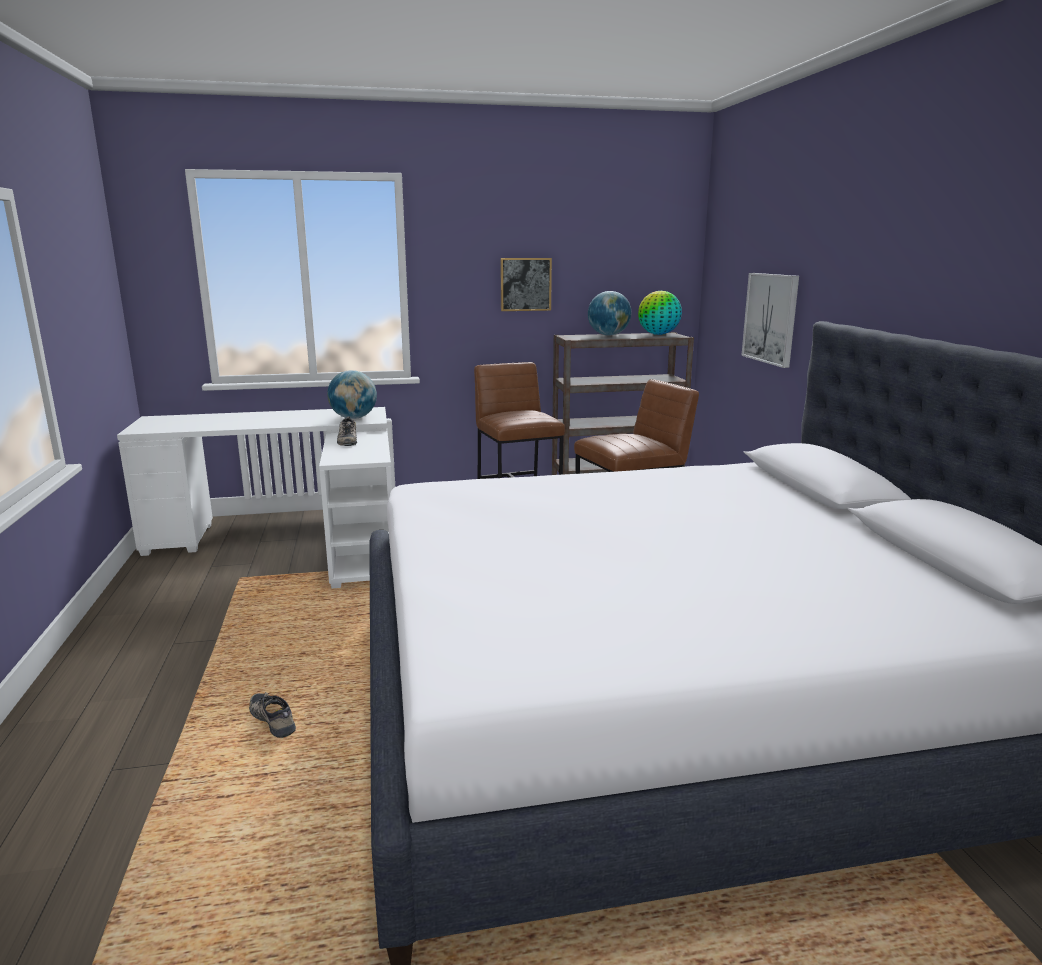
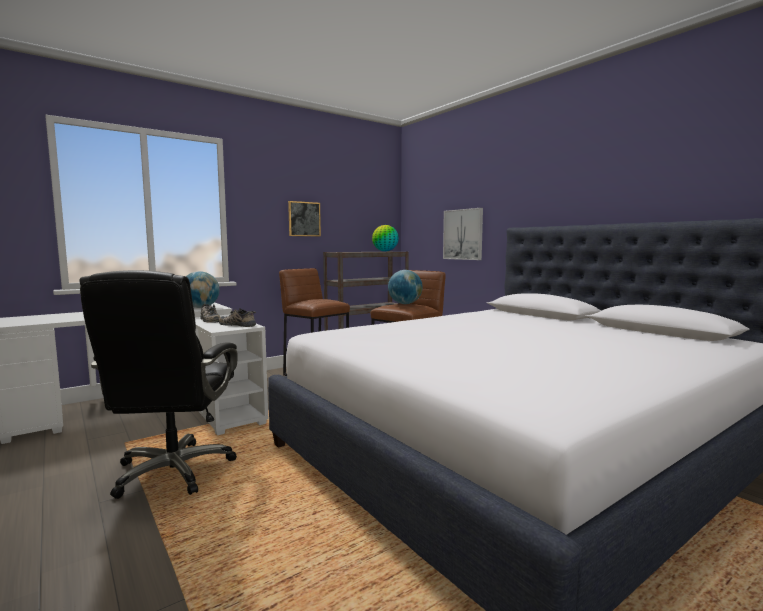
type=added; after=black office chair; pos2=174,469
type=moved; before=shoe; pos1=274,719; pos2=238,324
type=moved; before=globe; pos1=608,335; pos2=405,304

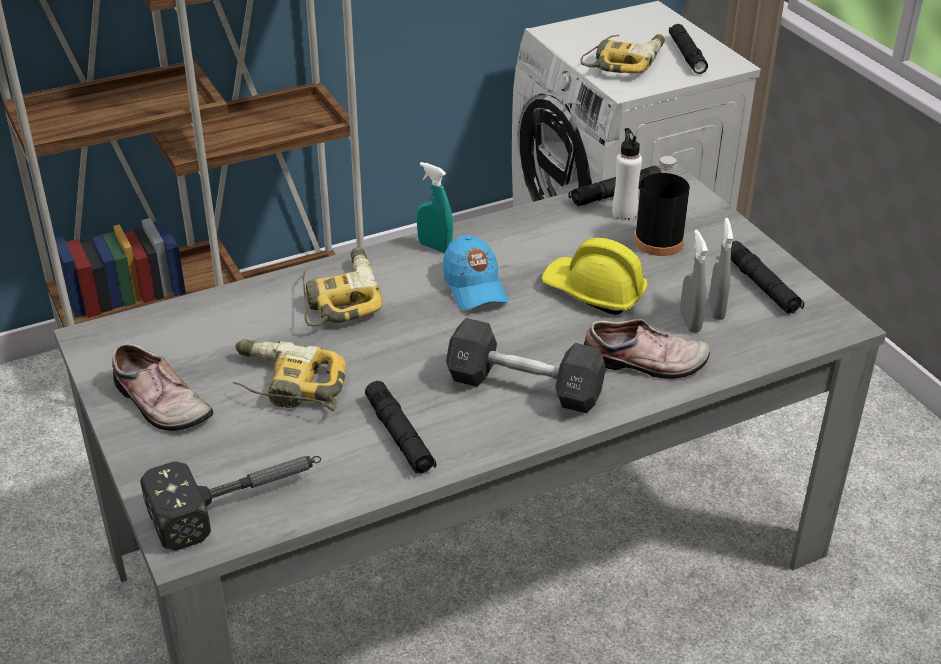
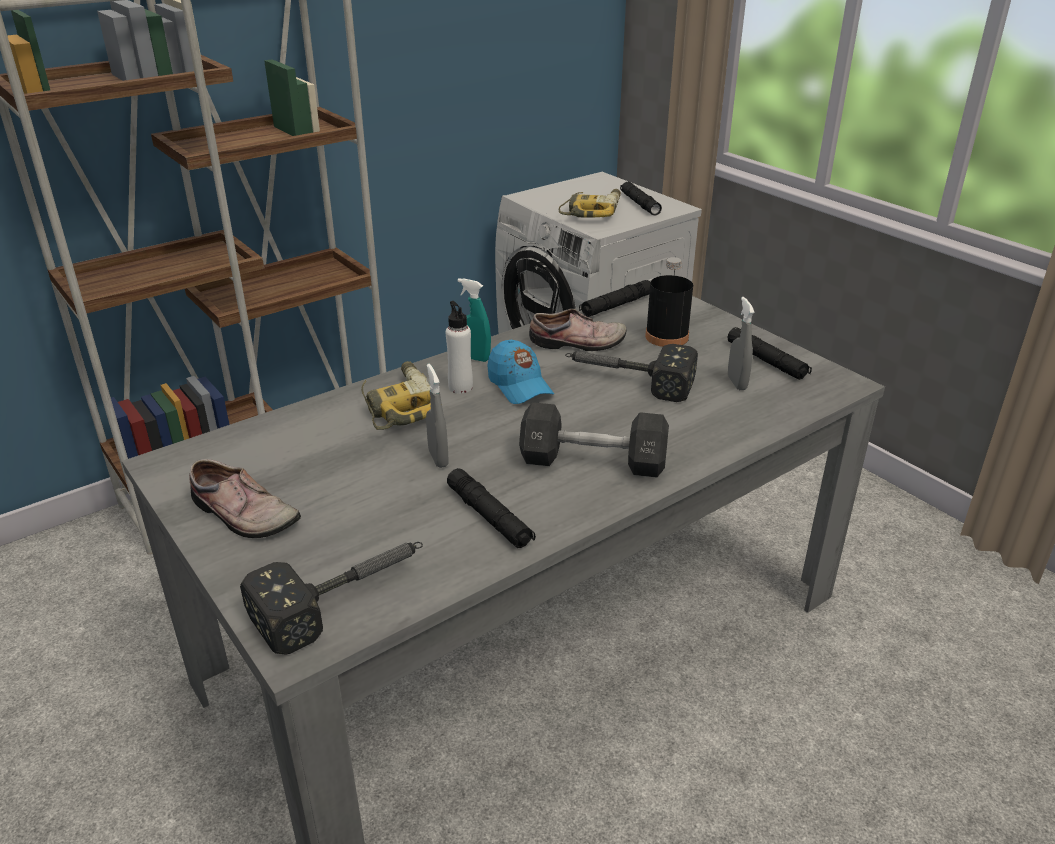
type=moved; before=grey spray bottle; pos1=690,322; pos2=438,458
type=moved; before=white bottle; pos1=624,213; pos2=460,387
type=moved; before=shoe; pos1=646,363; pos2=578,343
type=replaced; before=yellow hard hat; after=hammer; pos1=594,292; pos2=626,379
type=removed; before=power drill; pos1=286,386

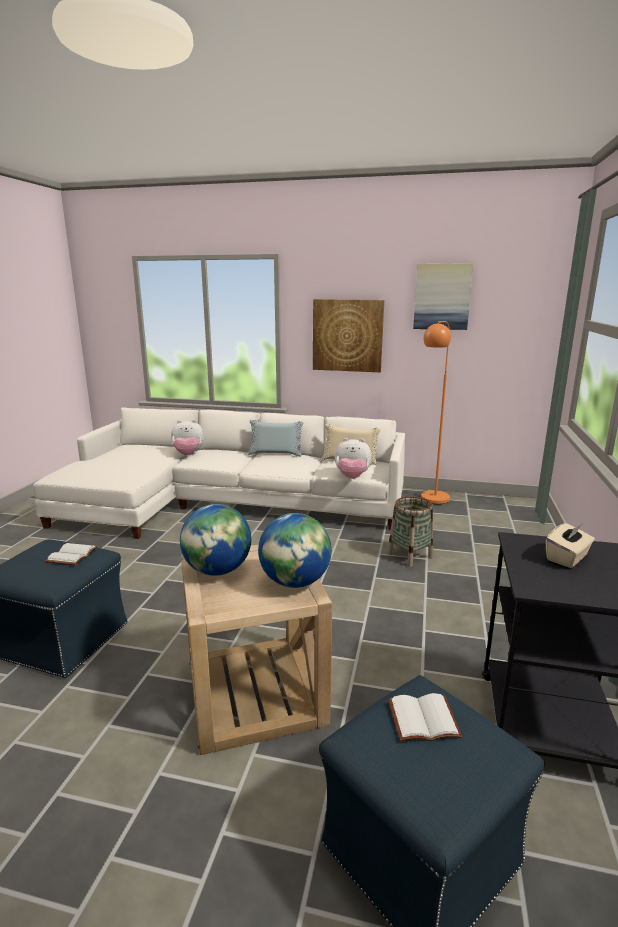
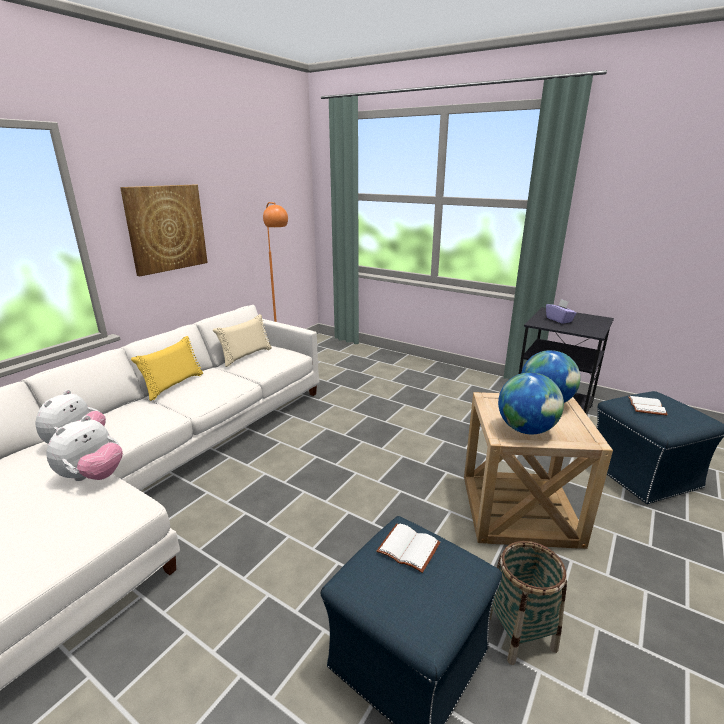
type=moved; before=plush toy; pos1=352,478; pos2=93,476
type=recoloured; before=blue pillow; after=yellow pillow; pos1=275,454; pos2=173,385
type=moved; before=basket; pos1=410,556; pos2=519,633
type=recoloured; before=beige tissue box; after=purple tissue box; pos1=567,558; pos2=559,320
type=removed; before=picture; pos1=442,297

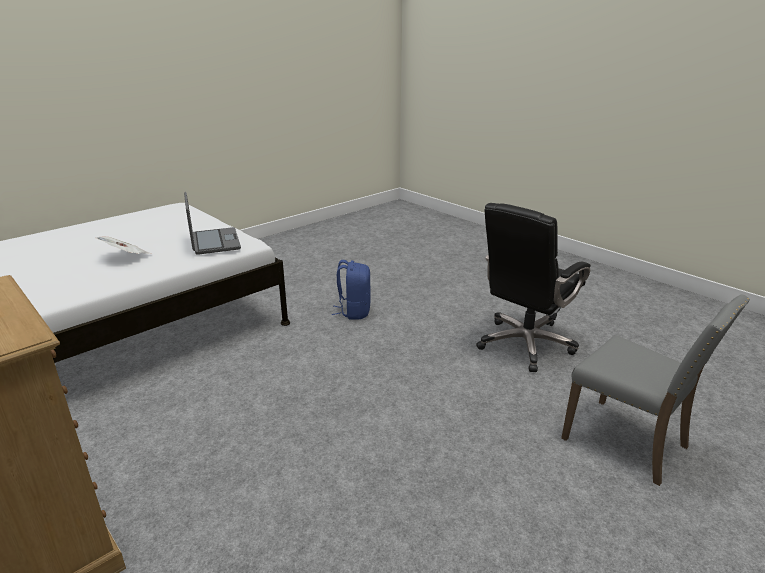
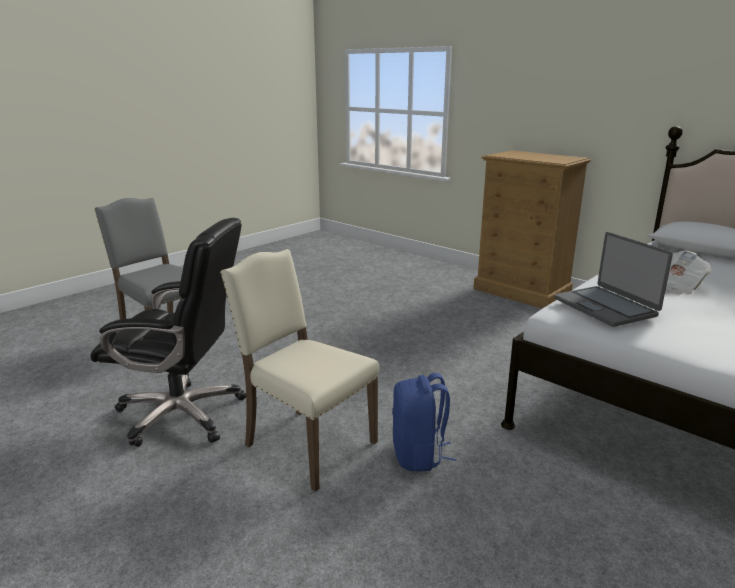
type=turned; before=black office chair; pos1=525,344; pos2=182,414; turn=60
type=added; after=beige chair; pos2=306,444

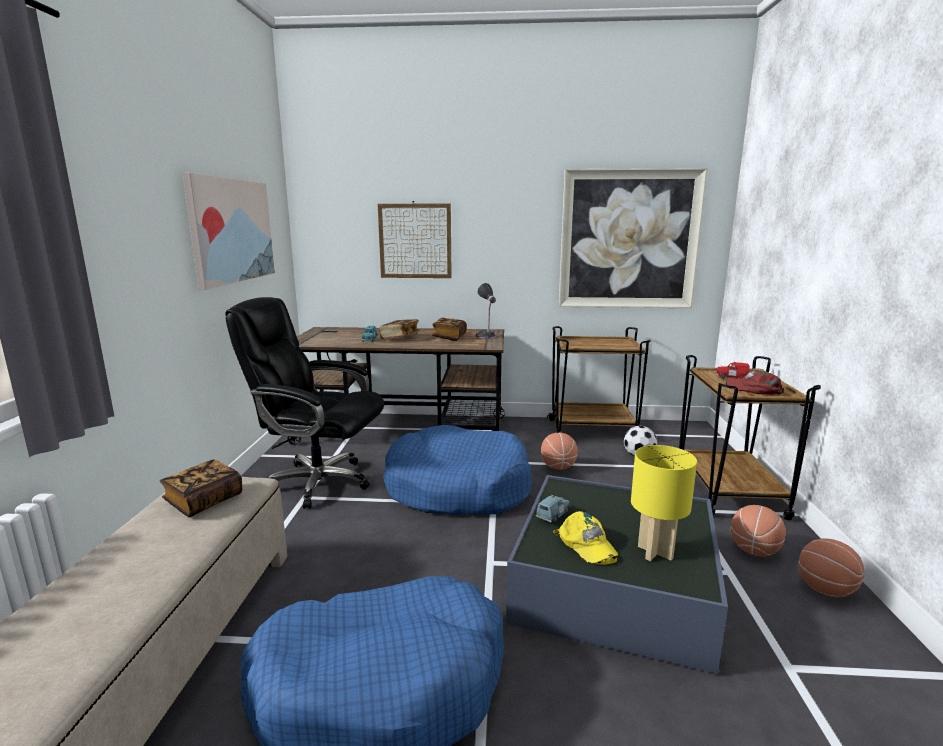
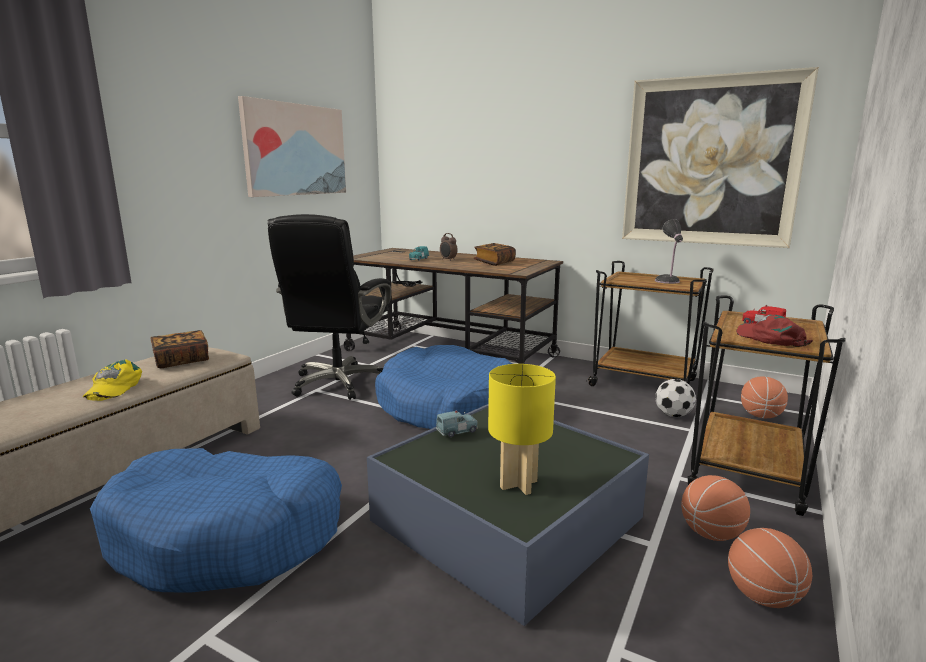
type=moved; before=yellow cap; pos1=586,545; pos2=113,387
type=turned; before=black office chair; pos1=321,482; pos2=339,382; turn=-120
type=replaced; before=book; after=alarm clock; pos1=400,338; pos2=448,260
type=moved; before=table lamp; pos1=485,336; pos2=667,281
type=moved; before=basketball; pos1=558,467; pos2=760,416
type=removed; before=picture; pos1=415,240

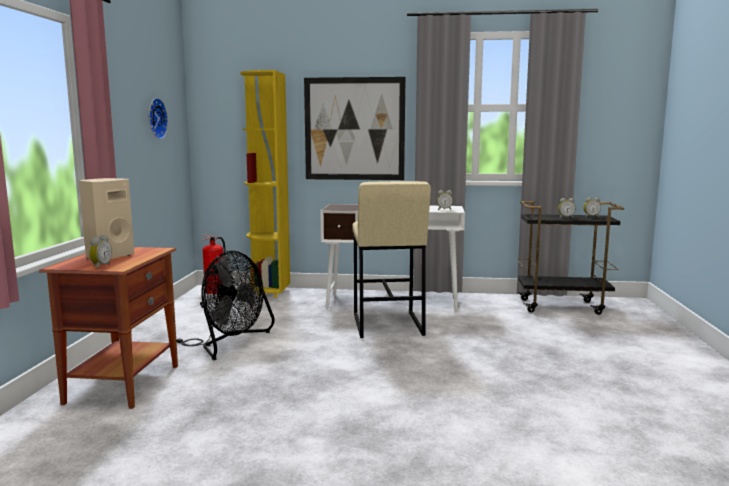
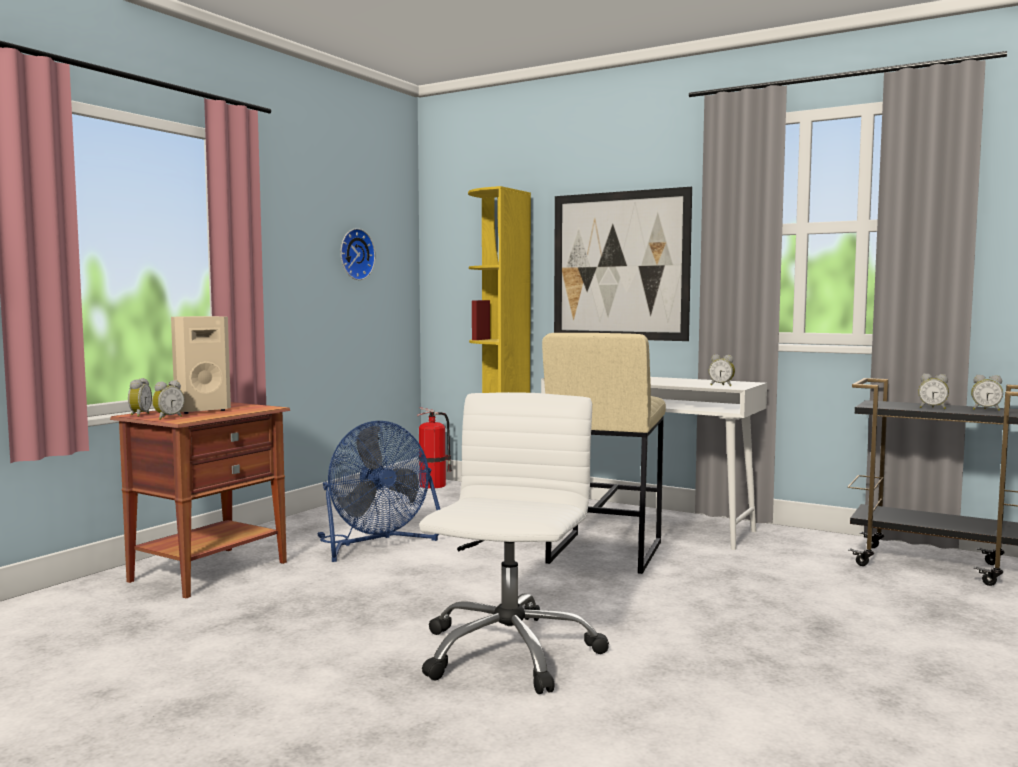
type=added; after=alarm clock; pos2=139,415
type=recoloured; before=black fan; after=blue fan; pos1=227,343; pos2=371,545
type=added; after=white office chair; pos2=509,652

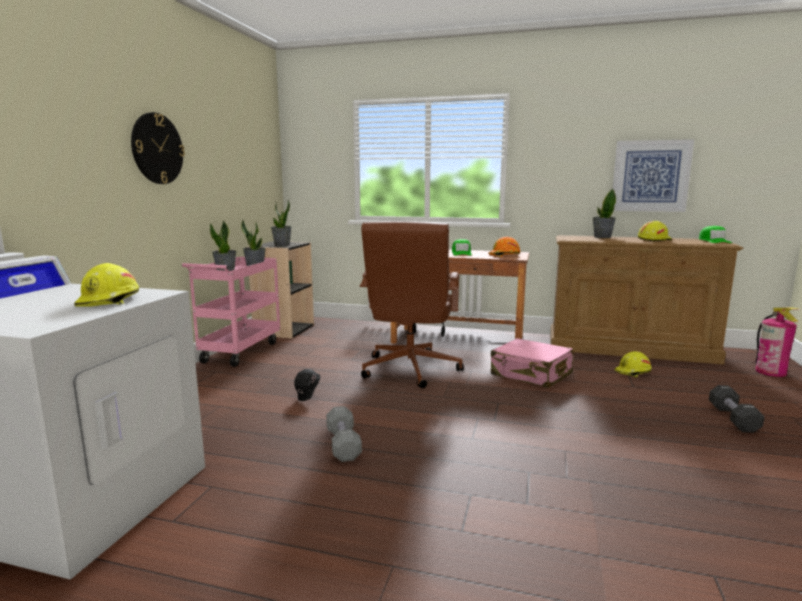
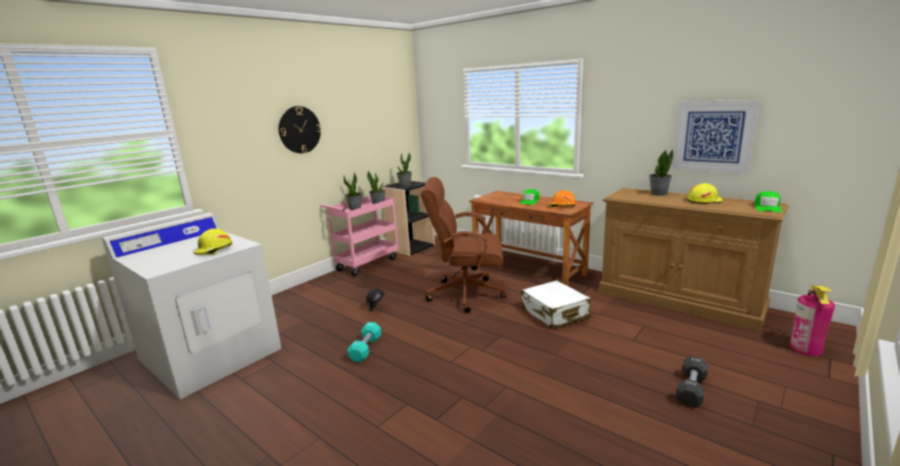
type=recoloured; before=grey dumbbell; after=turquoise dumbbell; pos1=343,444; pos2=366,349
type=turned; before=brown office chair; pos1=410,368; pos2=466,294; turn=60
type=recoloured; before=pink suitcase; after=white suitcase; pos1=531,374; pos2=554,314
type=removed; before=yellow hard hat; pos1=633,372

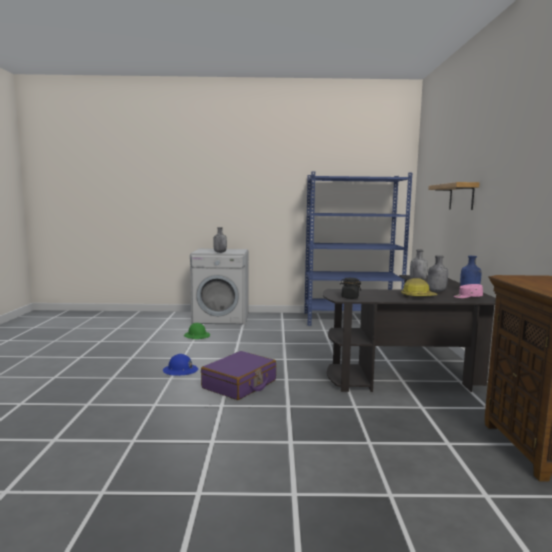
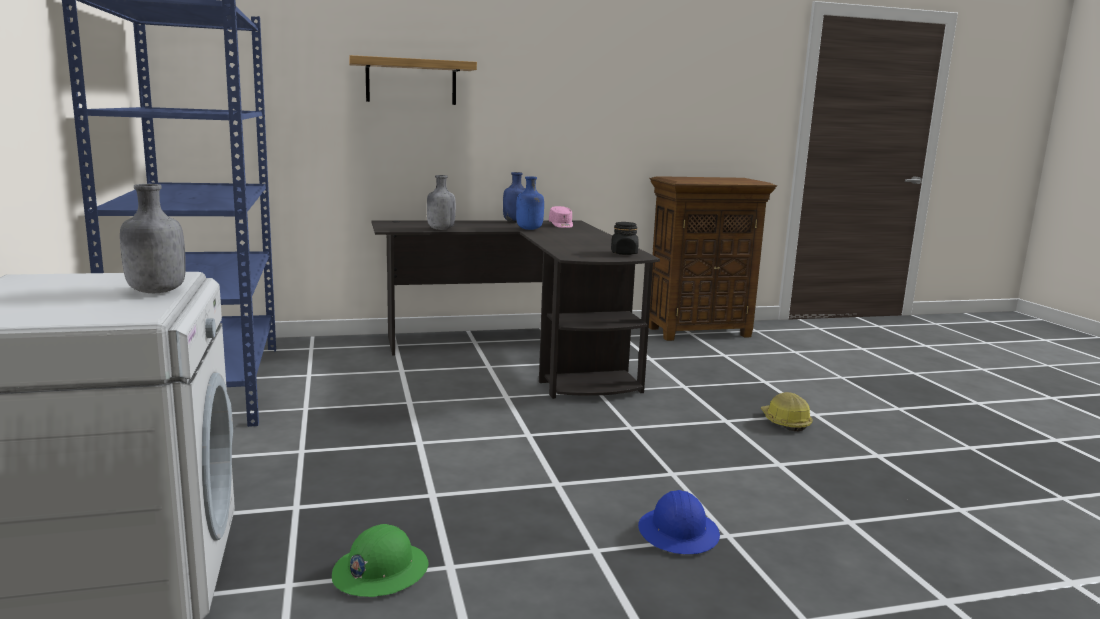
type=recoloured; before=grey bottle; after=blue bottle; pos1=436,291; pos2=529,229
type=moved; before=hard hat; pos1=418,296; pos2=784,422
type=removed; before=purple suitcase; pos1=240,384

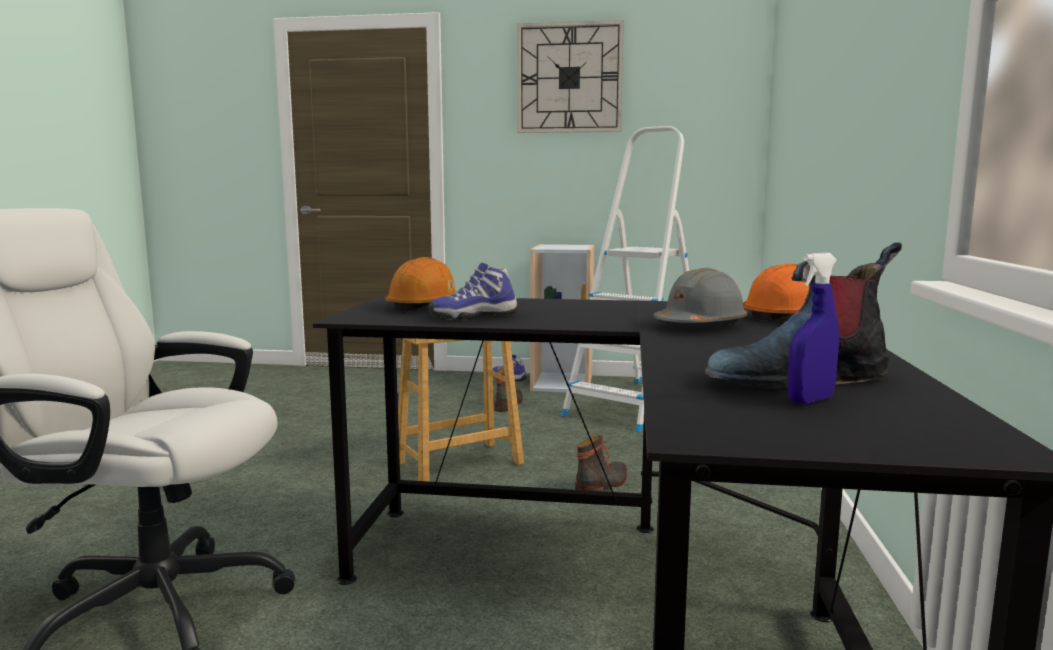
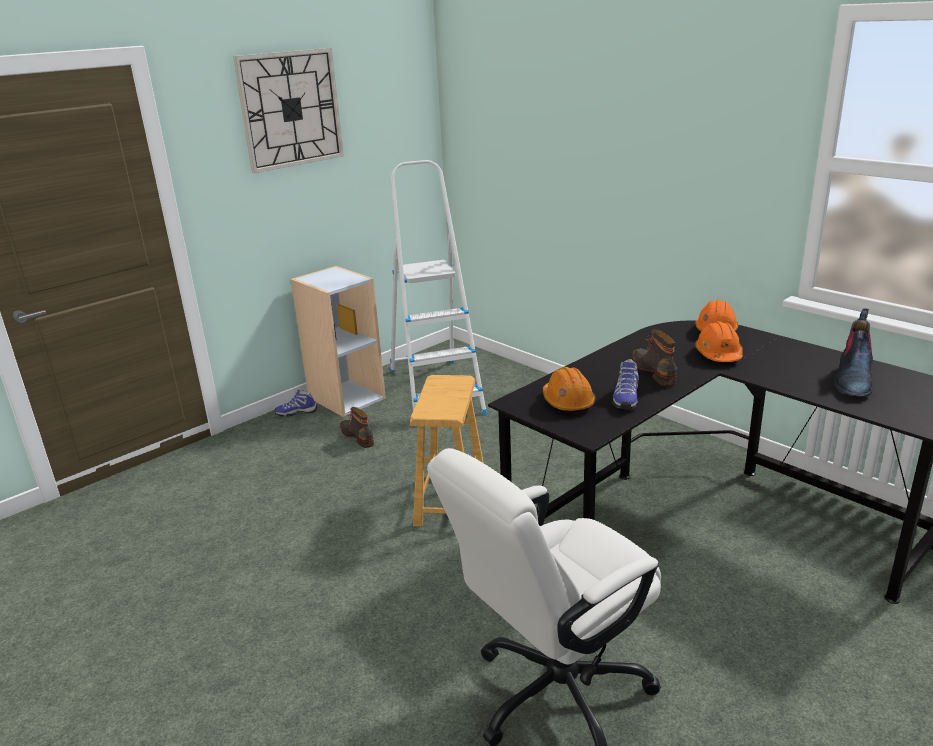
type=moved; before=boot; pos1=602,485; pos2=655,371
type=recoloured; before=grey hard hat; after=orange hard hat; pos1=700,325; pos2=718,354
type=removed; before=blue spray bottle; pos1=810,400

